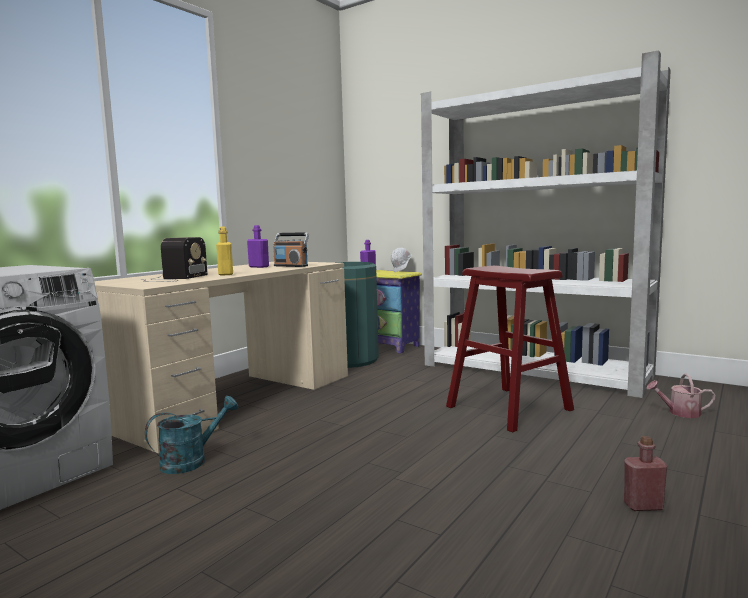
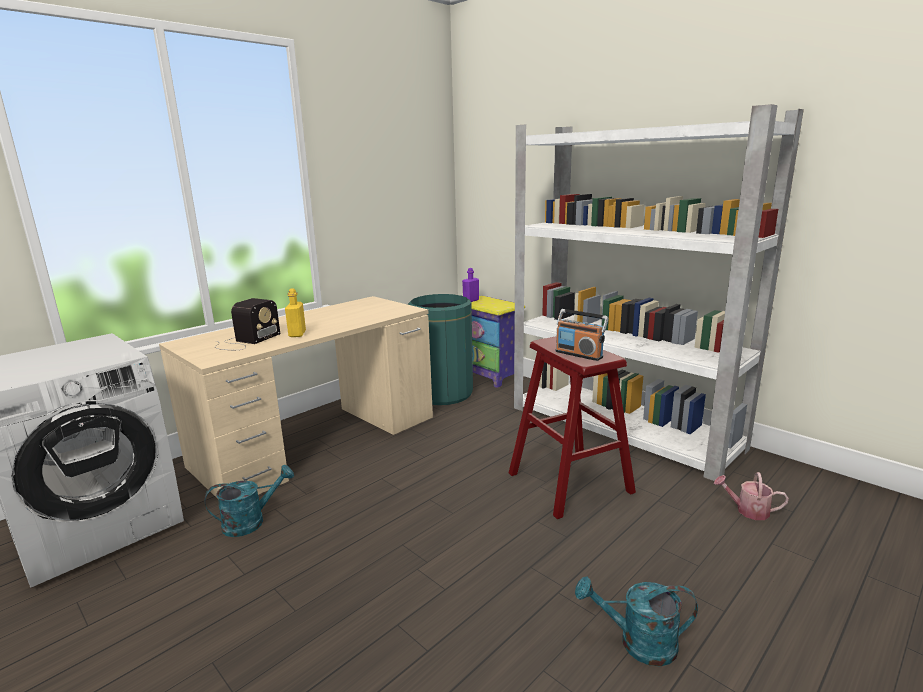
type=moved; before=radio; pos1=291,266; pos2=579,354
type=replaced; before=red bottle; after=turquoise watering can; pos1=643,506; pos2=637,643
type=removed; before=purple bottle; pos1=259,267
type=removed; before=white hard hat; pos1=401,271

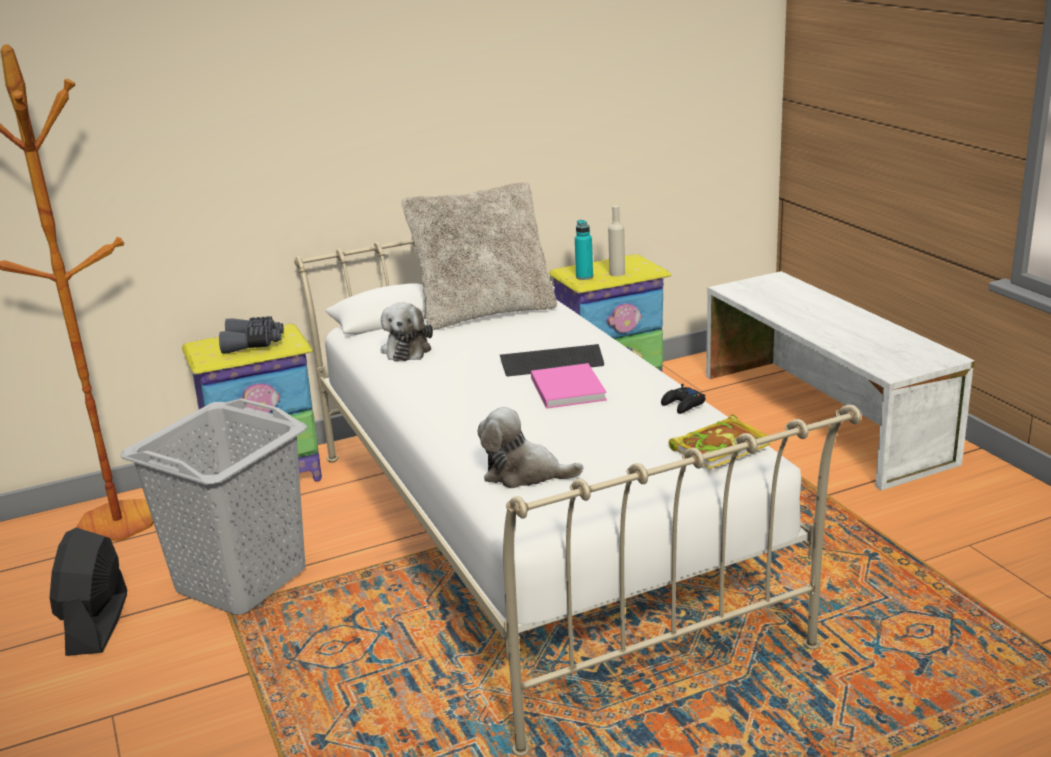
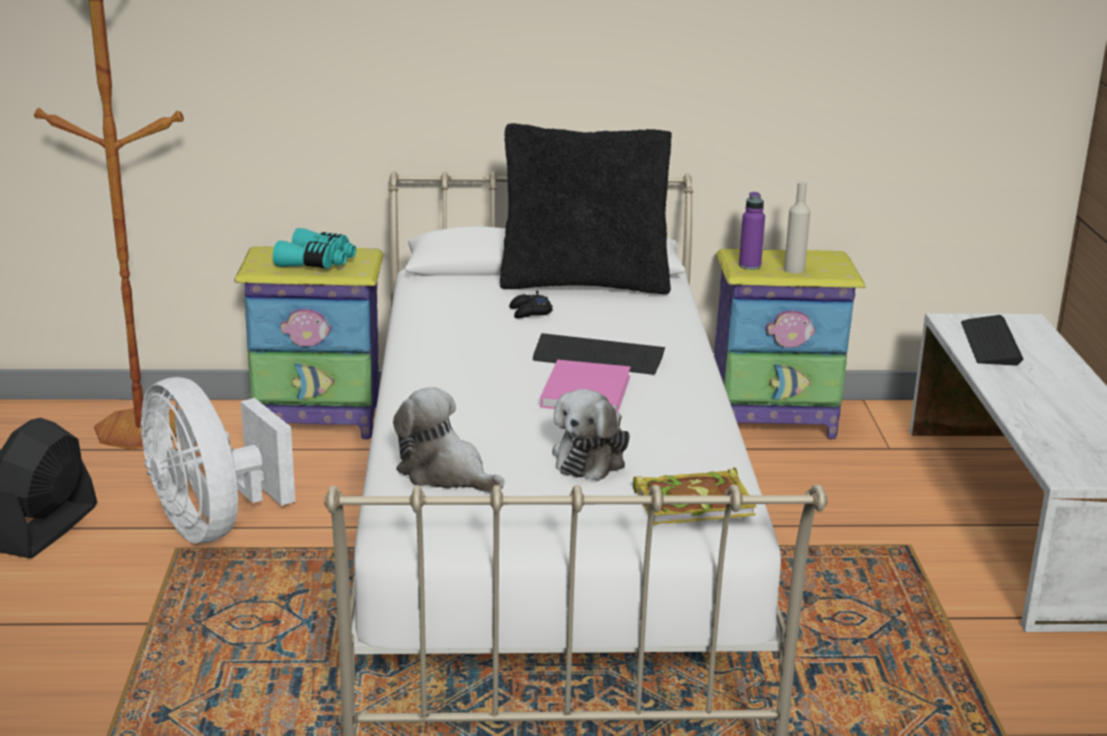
type=replaced; before=grey laundry basket; after=white fan; pos1=242,580; pos2=213,525
type=recoloured; before=grey binoculars; after=turquoise binoculars; pos1=253,344; pos2=317,262
type=recoloured; before=beige pillow; after=black pillow; pos1=485,310; pos2=585,279
type=moved; before=black game controller; pos1=683,405; pos2=530,312
type=moved; before=plush toy; pos1=407,349; pos2=591,457
type=recoloured; before=turquoise bottle; after=purple bottle; pos1=584,277; pos2=749,266
type=added; after=keyboard; pos2=990,343

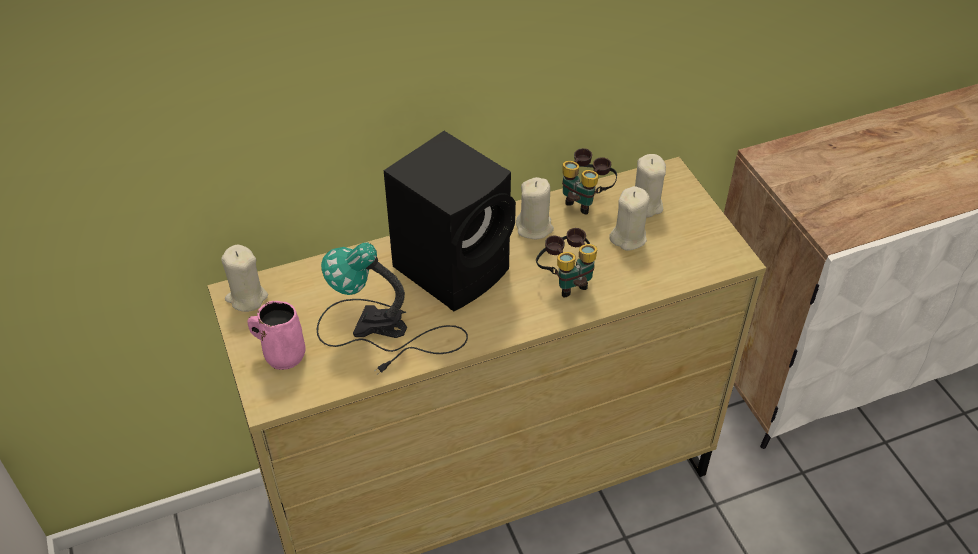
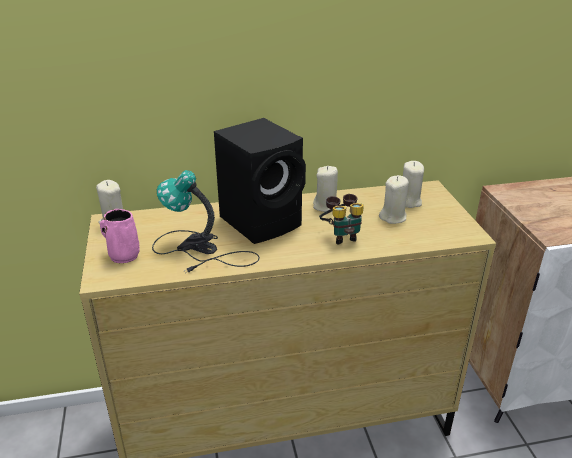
type=removed; before=binoculars; pos1=585,200

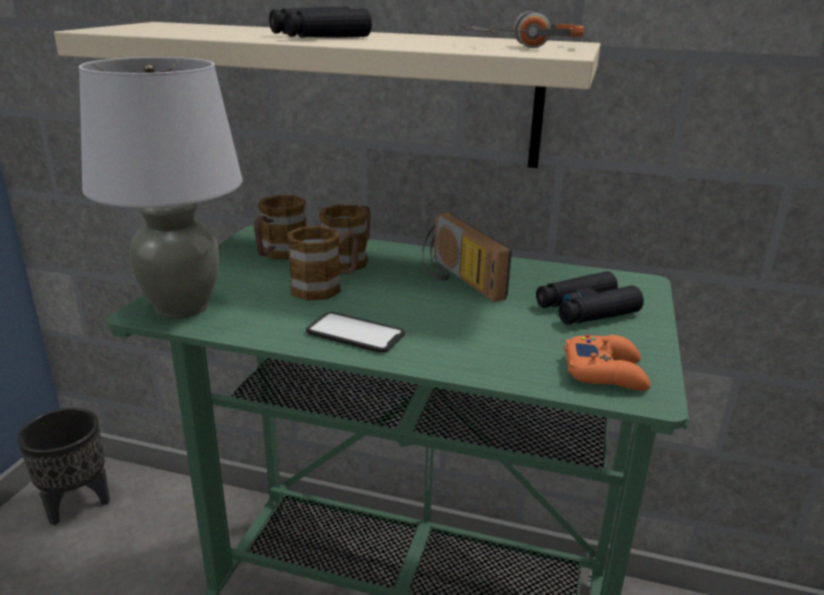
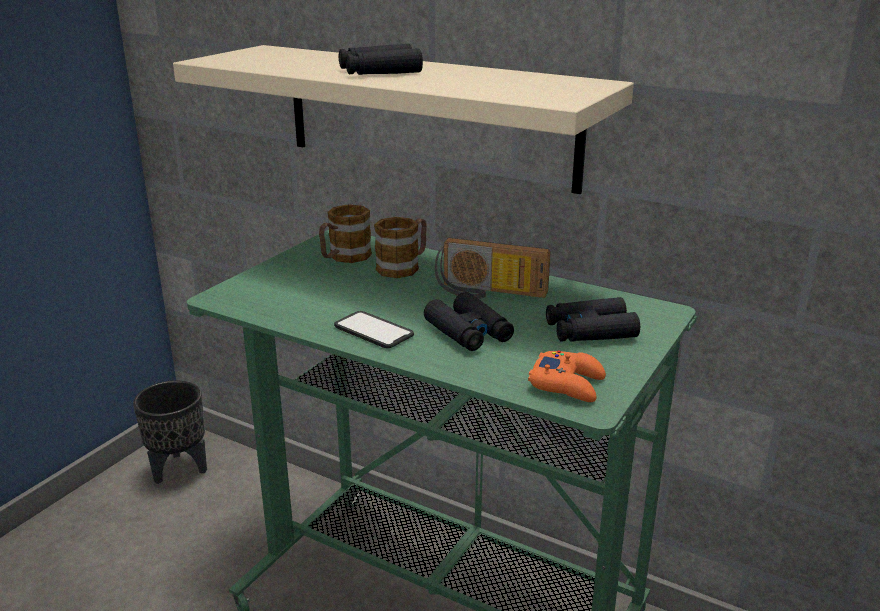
type=added; after=black binoculars; pos2=468,332
type=turned; before=radio; pos1=456,279; pos2=488,292; turn=-60
type=removed; before=grey table lamp; pos1=181,307
type=removed; before=mug; pos1=326,286
type=removed; before=headphones; pos1=521,46

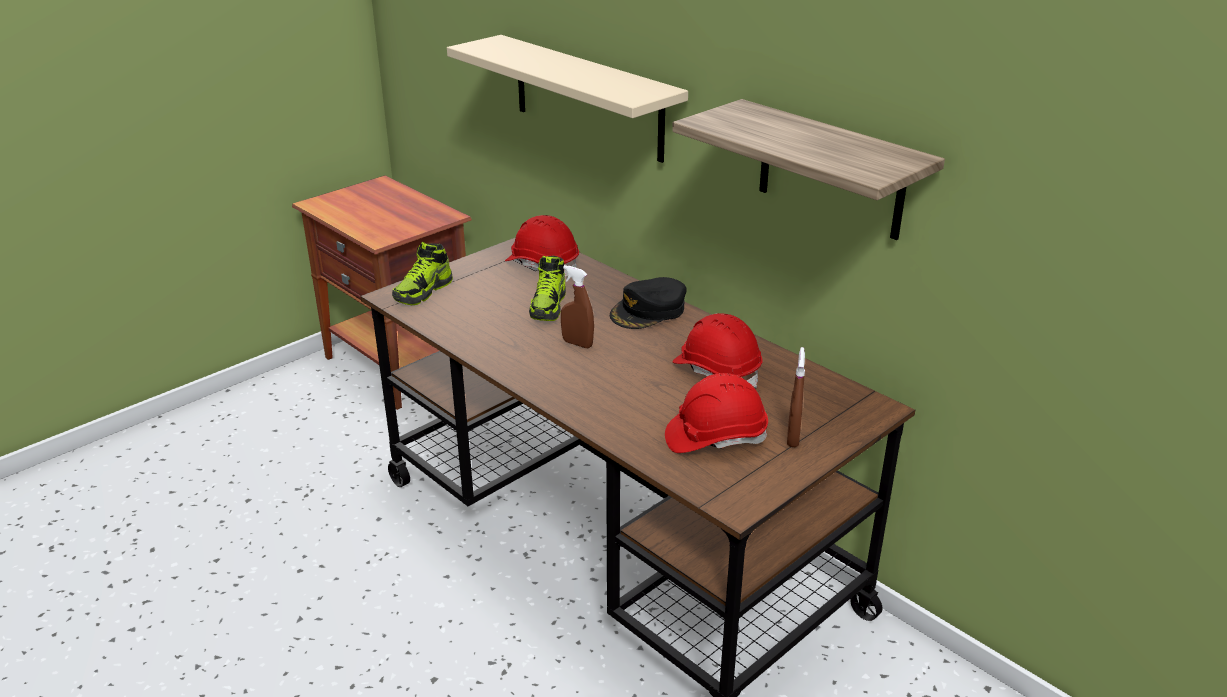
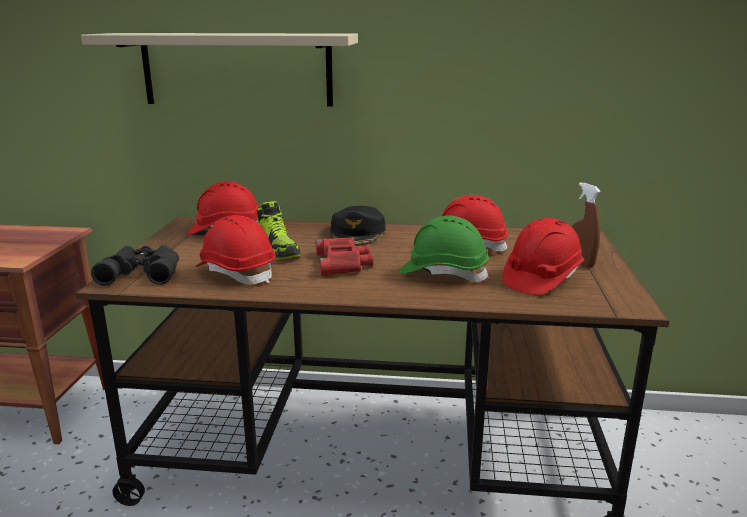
type=replaced; before=shoe; after=black binoculars; pos1=423,292; pos2=143,272
type=added; after=red hard hat; pos2=236,272
type=replaced; before=brown spray bottle; after=red binoculars; pos1=577,343; pos2=343,263
type=added; after=green hard hat; pos2=443,273
type=removed; before=shelf; pos1=831,170

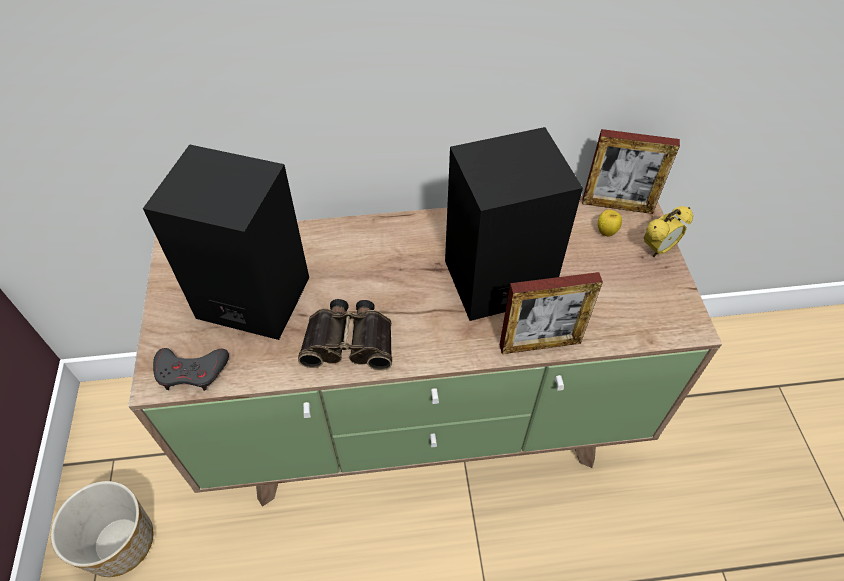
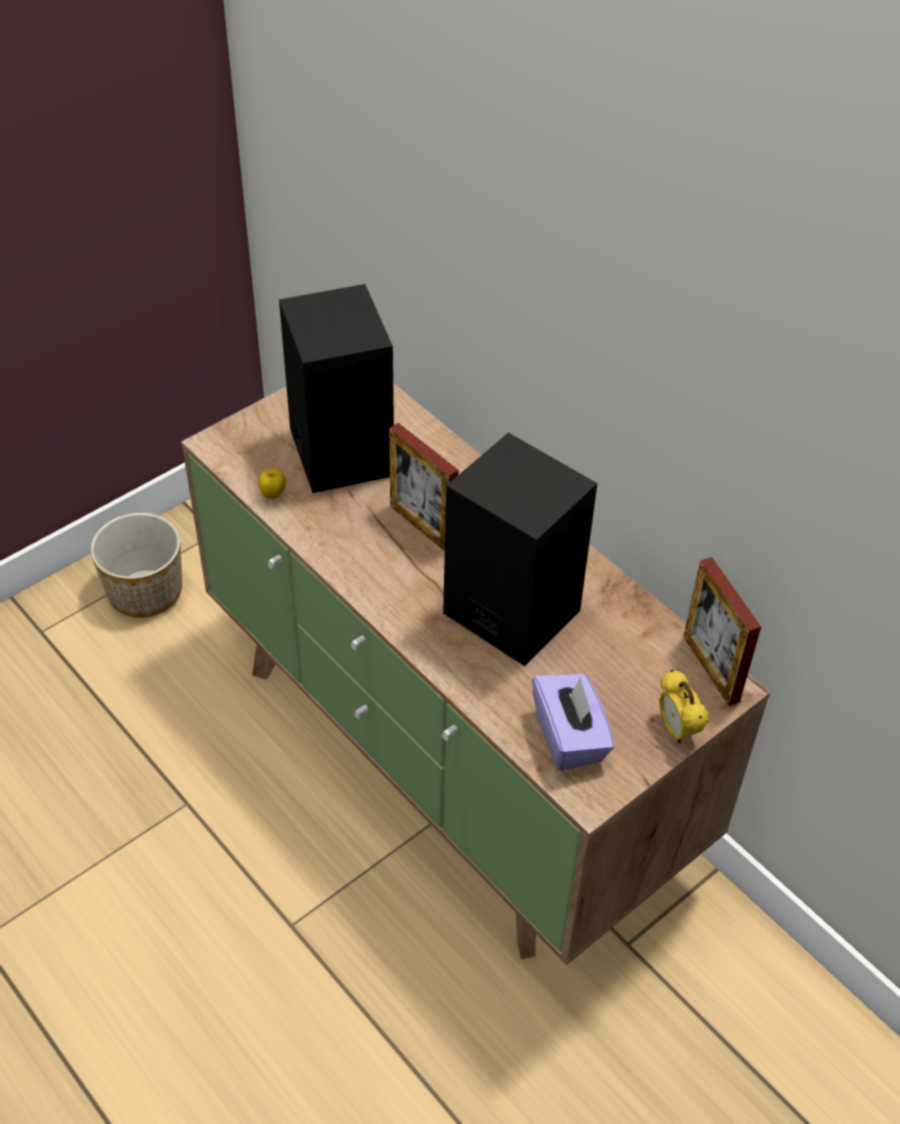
type=moved; before=apple; pos1=606,232; pos2=273,495
type=moved; before=picture frame; pos1=540,344; pos2=422,526
type=added; after=purple tissue box; pos2=570,737
type=turned; before=alarm clock; pos1=658,249; pos2=677,730; turn=45
type=removed; before=grey game controller; pos1=191,371
type=removed; before=binoculars; pos1=350,340

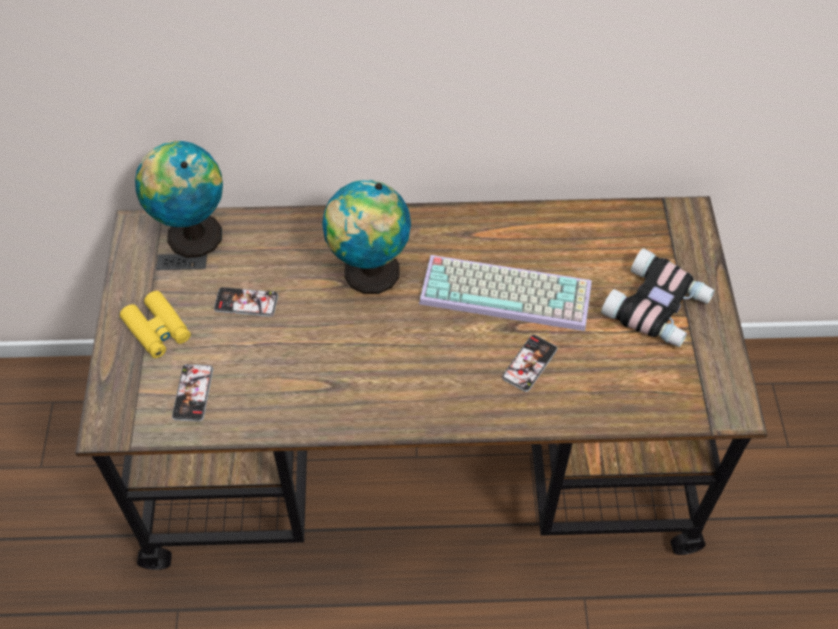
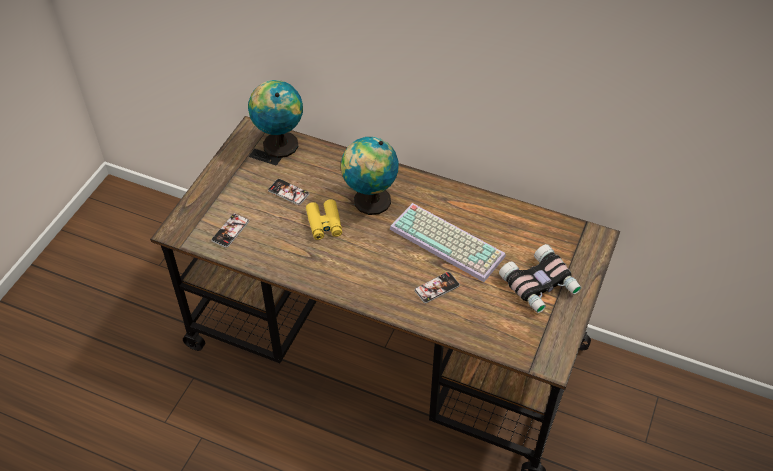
type=moved; before=yellow binoculars; pos1=157,330; pos2=324,224

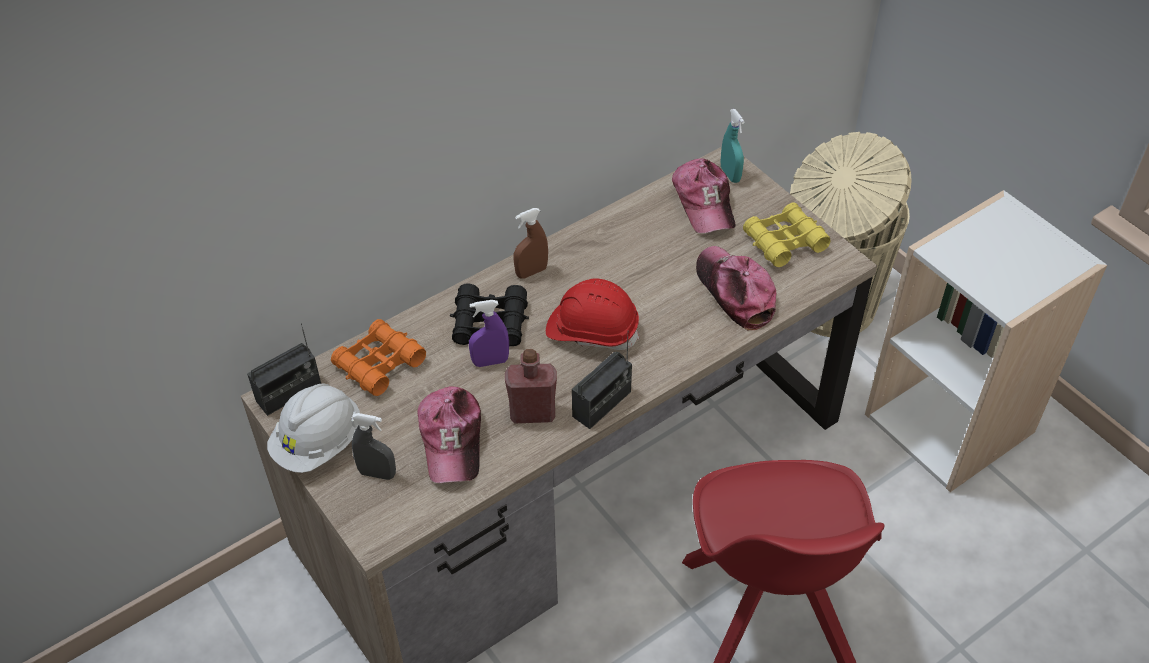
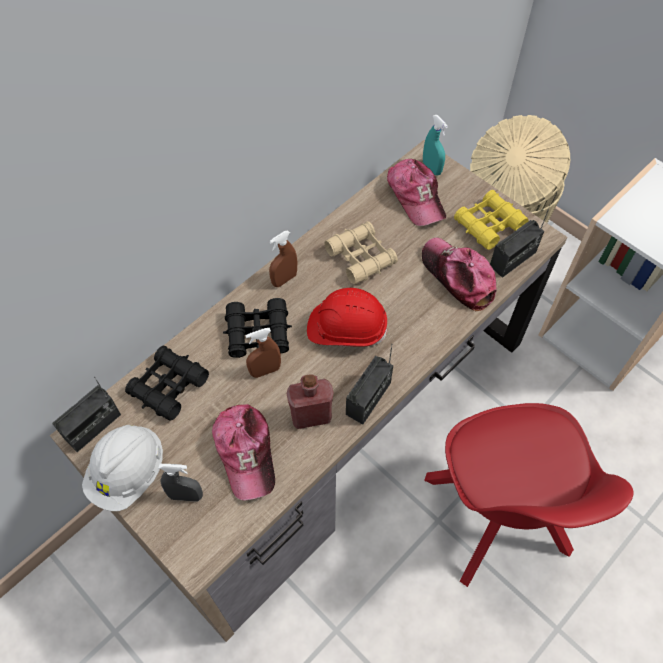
type=recoloured; before=orange binoculars; after=black binoculars; pos1=379,364; pos2=168,386
type=recoloured; before=purple spray bottle; after=brown spray bottle; pos1=490,361; pos2=265,371
type=added; after=beige binoculars; pos2=361,257
type=added; after=radio; pos2=513,259

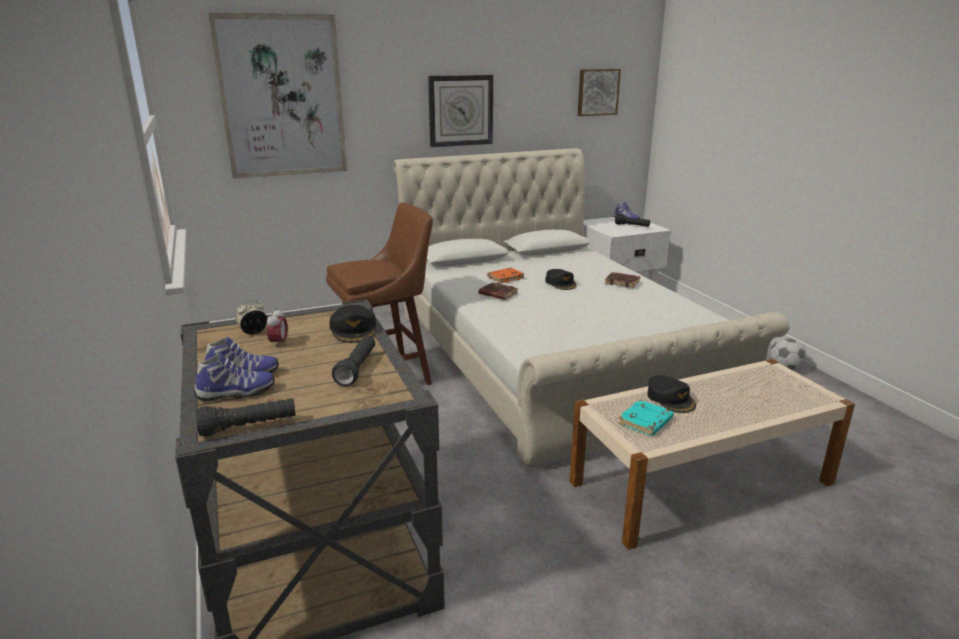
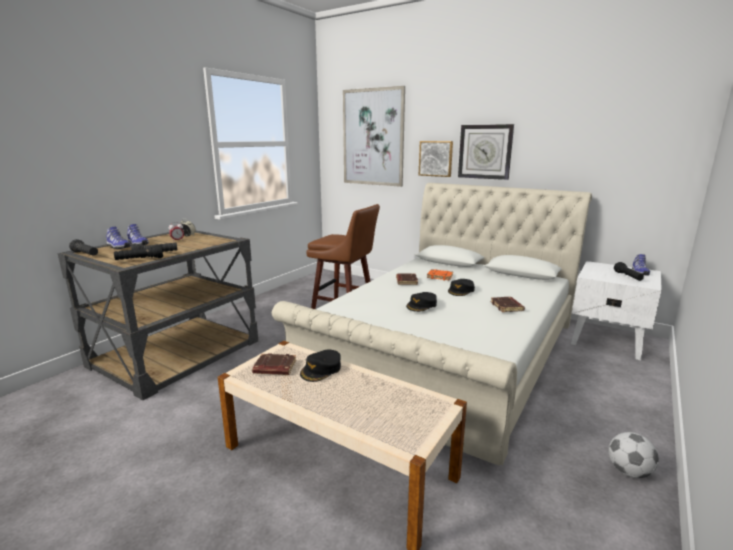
type=added; after=black flashlight; pos2=140,260
type=recoloured; before=turquoise book; after=brown book; pos1=646,422; pos2=274,368
type=moved; before=black cap; pos1=354,329; pos2=422,305
type=moved; before=picture; pos1=597,92; pos2=436,158

